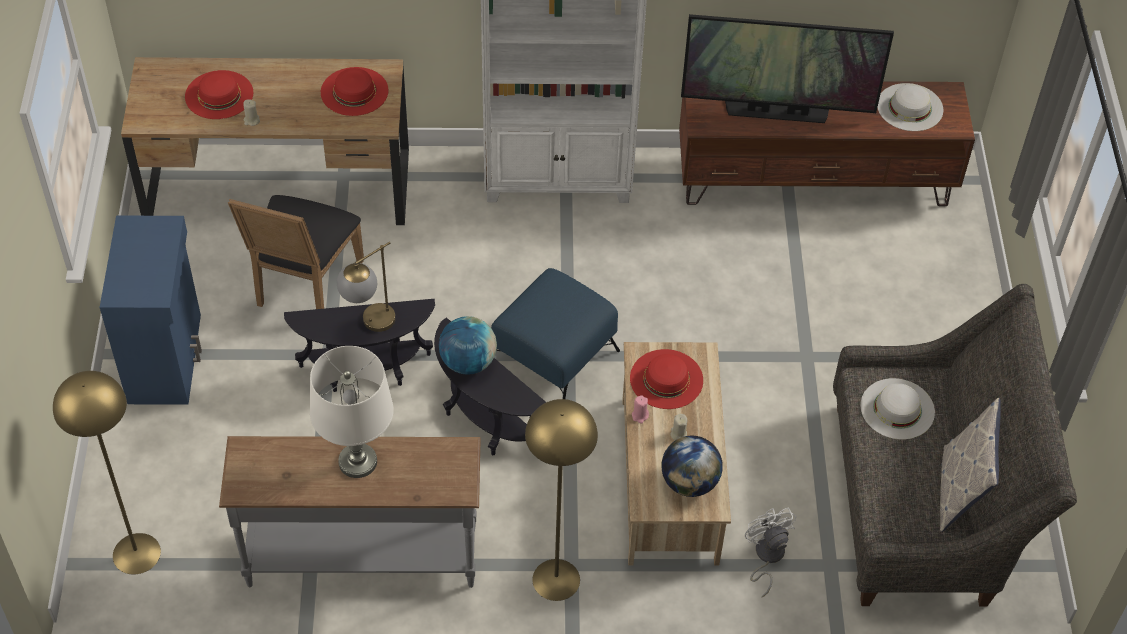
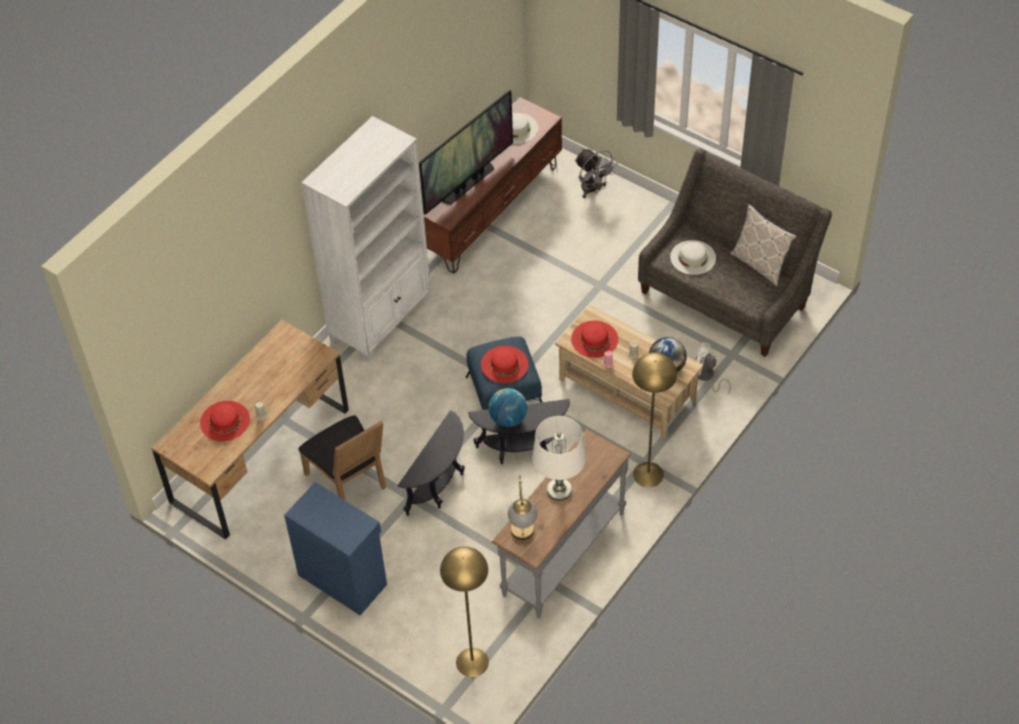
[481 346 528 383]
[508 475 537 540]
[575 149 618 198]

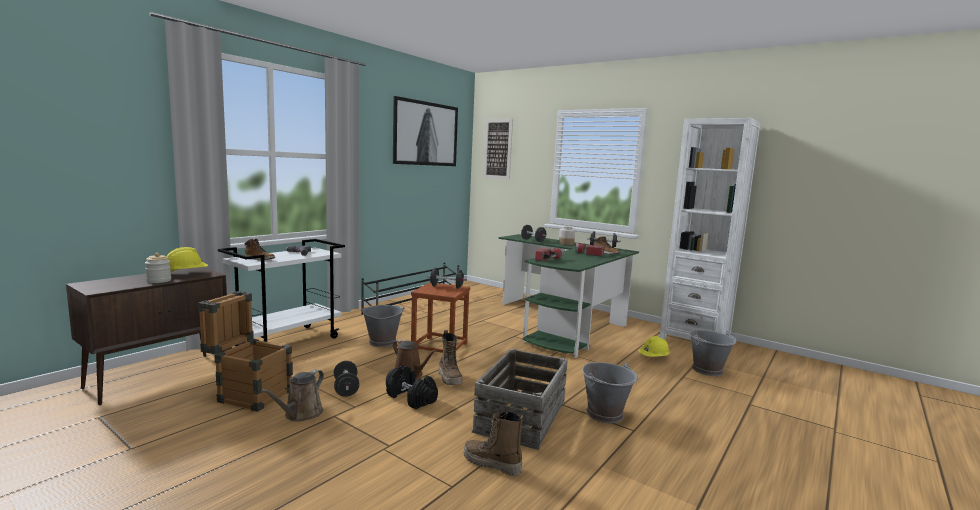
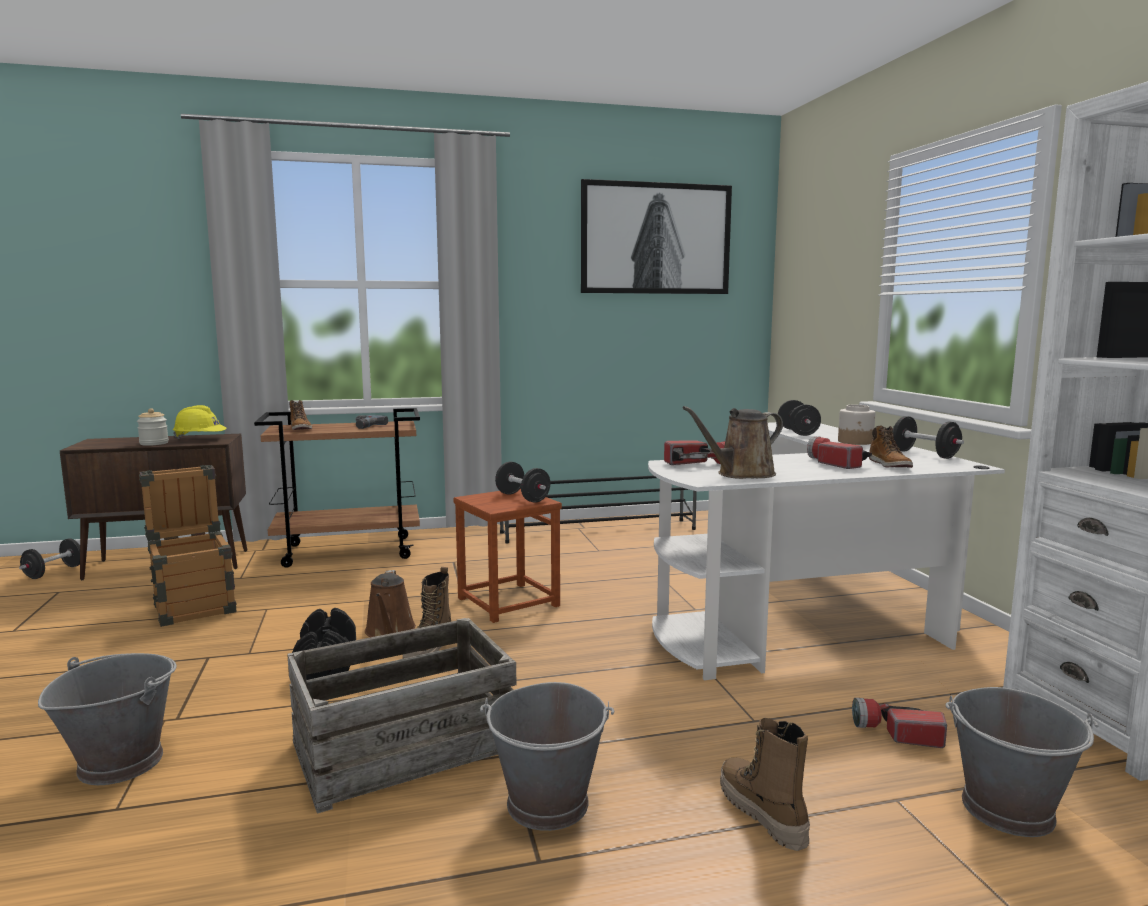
[483 119 513 180] (first image)
[648 422 1005 680]
[254 408 420 568]
[38 653 177 785]
[852 698 947 748]
[19 538 80 579]
[682 406 783 479]
[720 718 810 851]

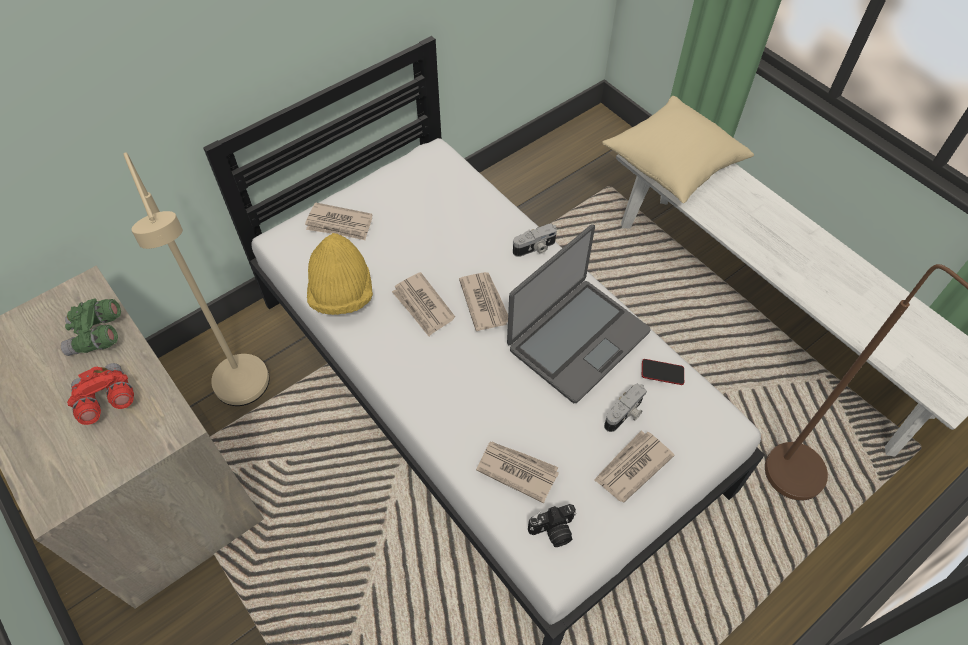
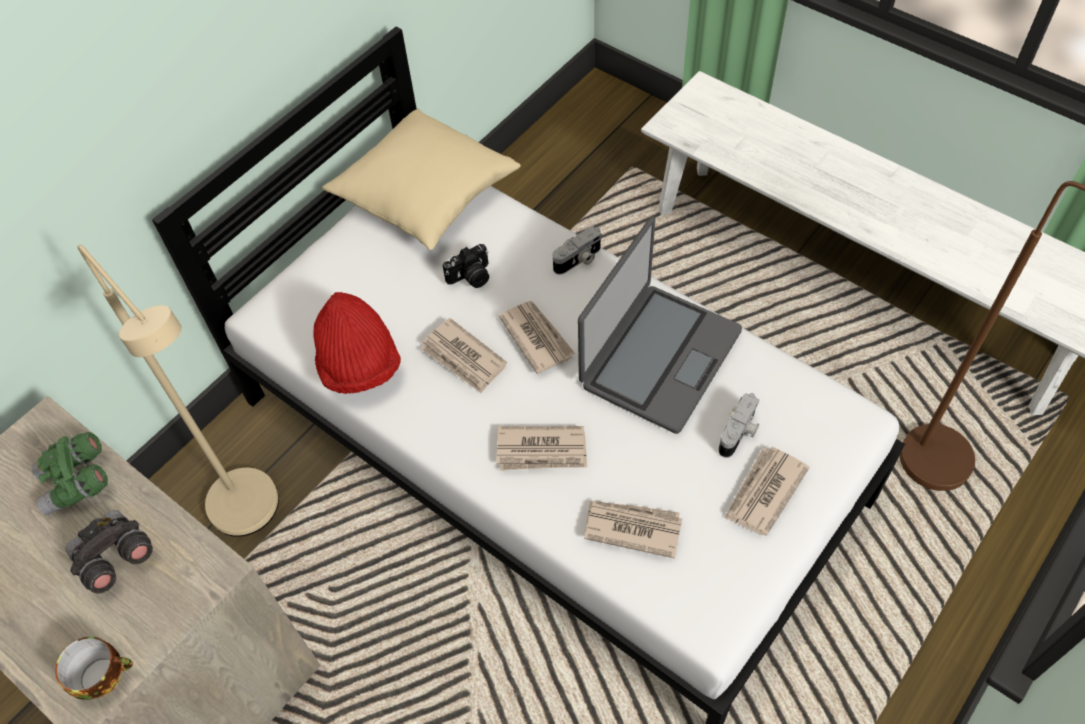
[322 108 521 250]
[497 426 587 471]
[313 292 401 394]
[642 359 684 385] (first image)
[65 510 153 594]
[443 244 489 288]
[55 637 133 700]

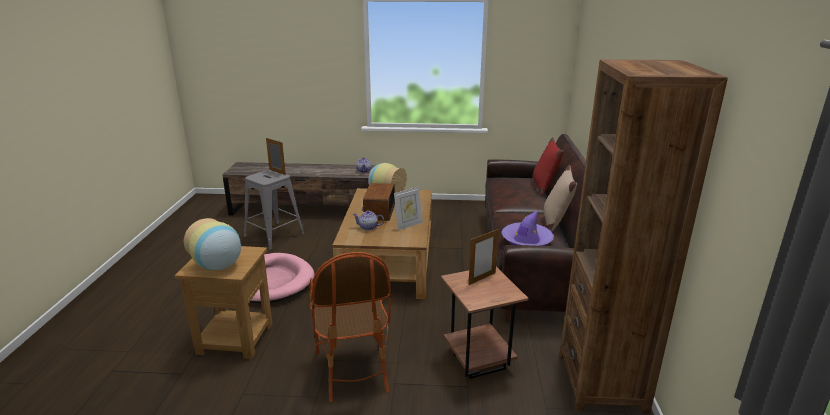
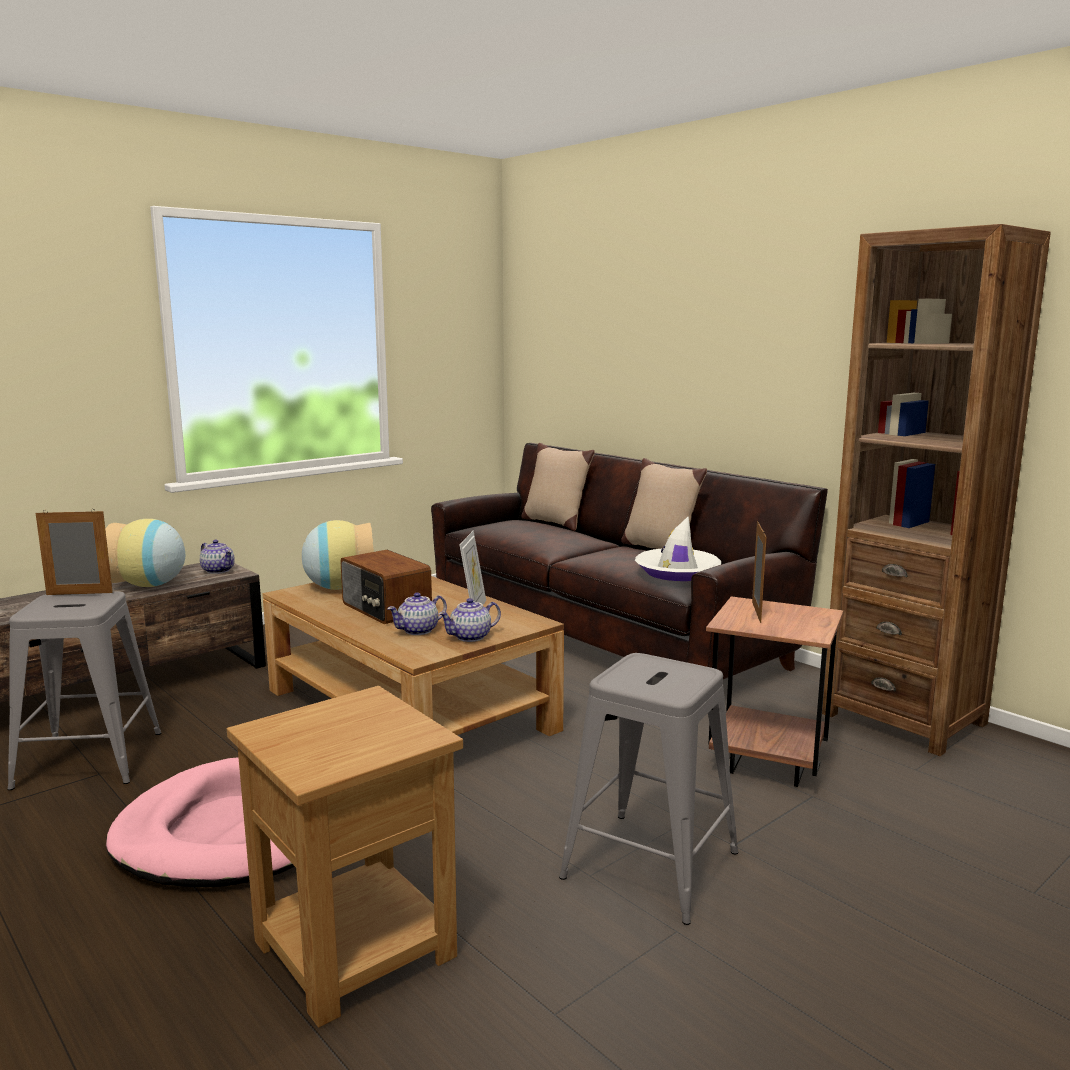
[522 443 595 531]
[635 516 721 581]
[105 519 185 587]
[559 653 738 925]
[439 598 501 642]

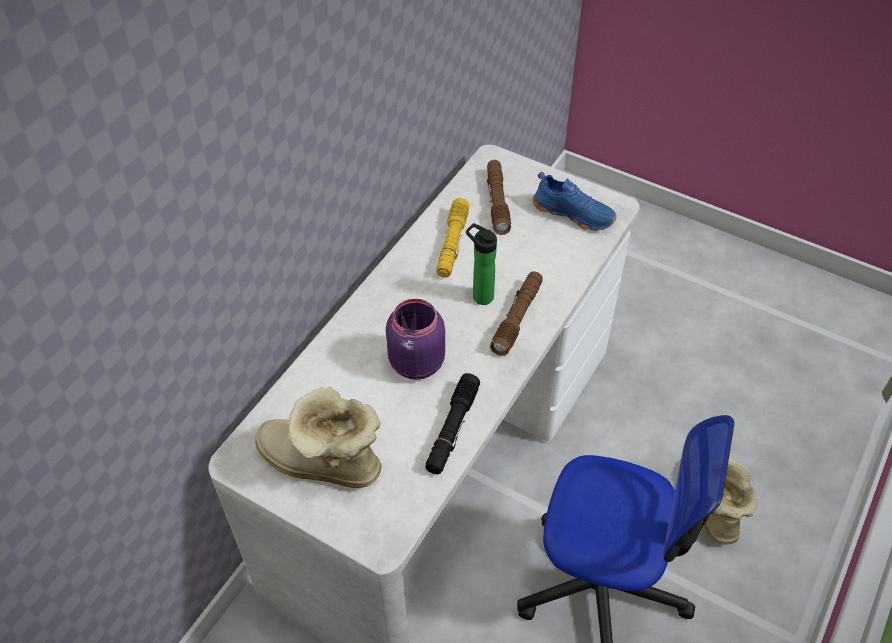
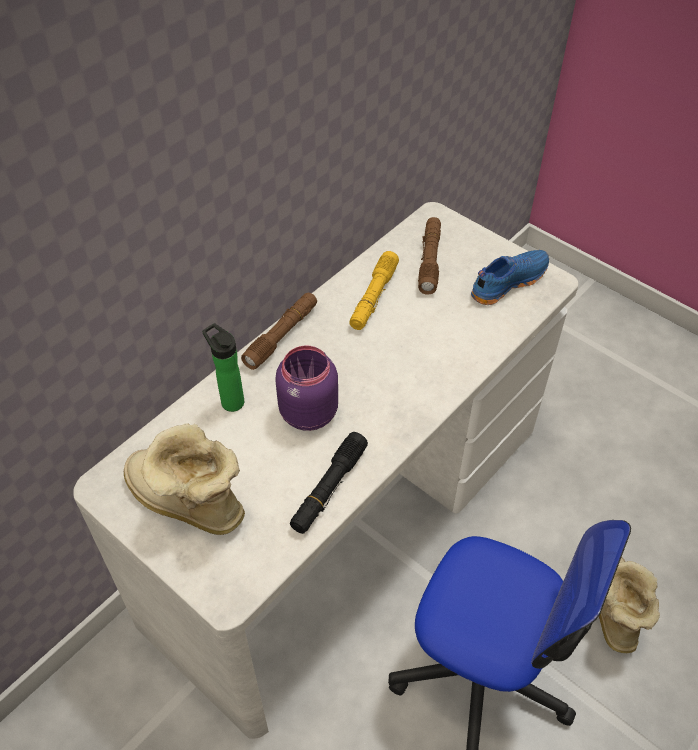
[471 250 549 305]
[202 323 244 412]
[241 292 317 370]

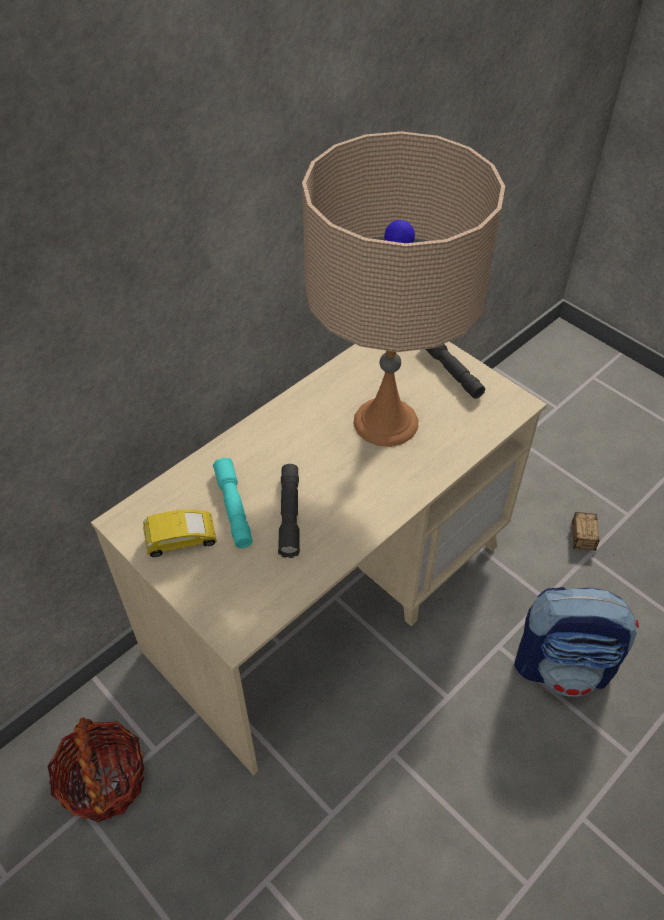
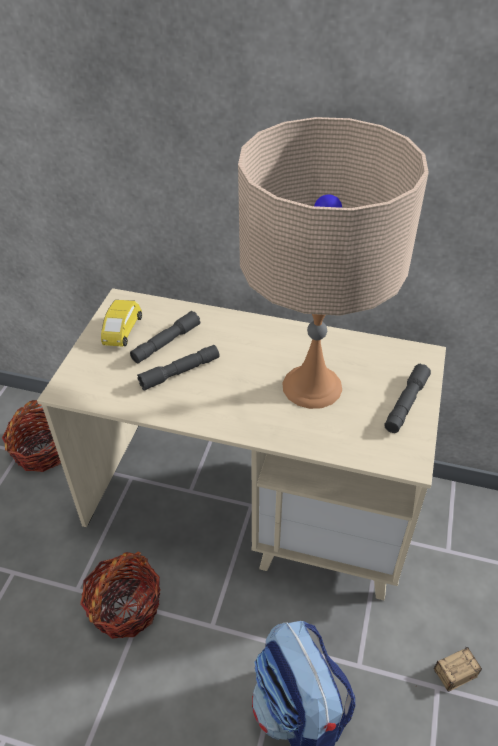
[130 311 201 363]
[101 300 142 346]
[80 552 160 639]

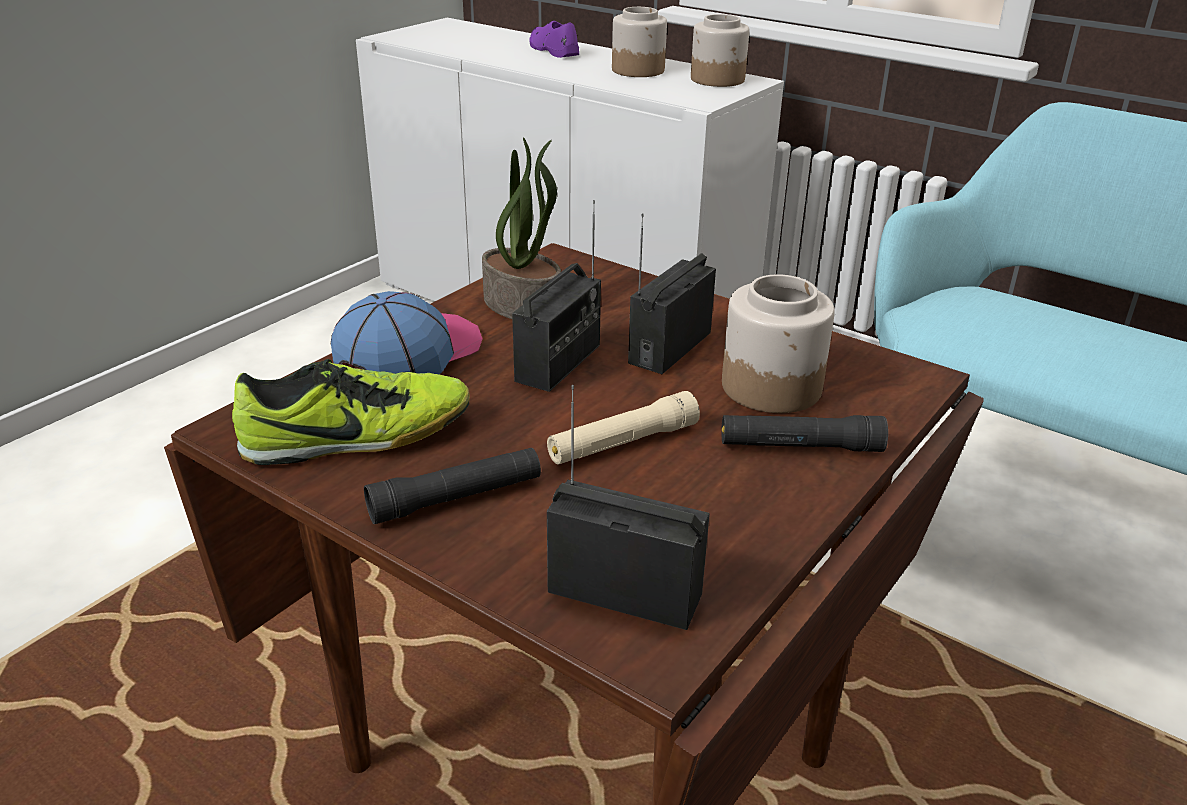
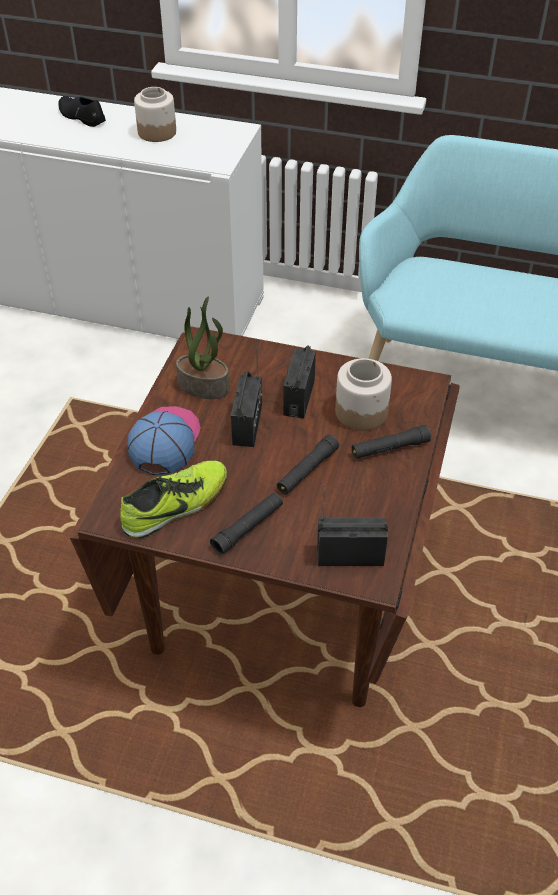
[691 14 749 87] (first image)
[59 96 106 127]
[277 434 339 494]

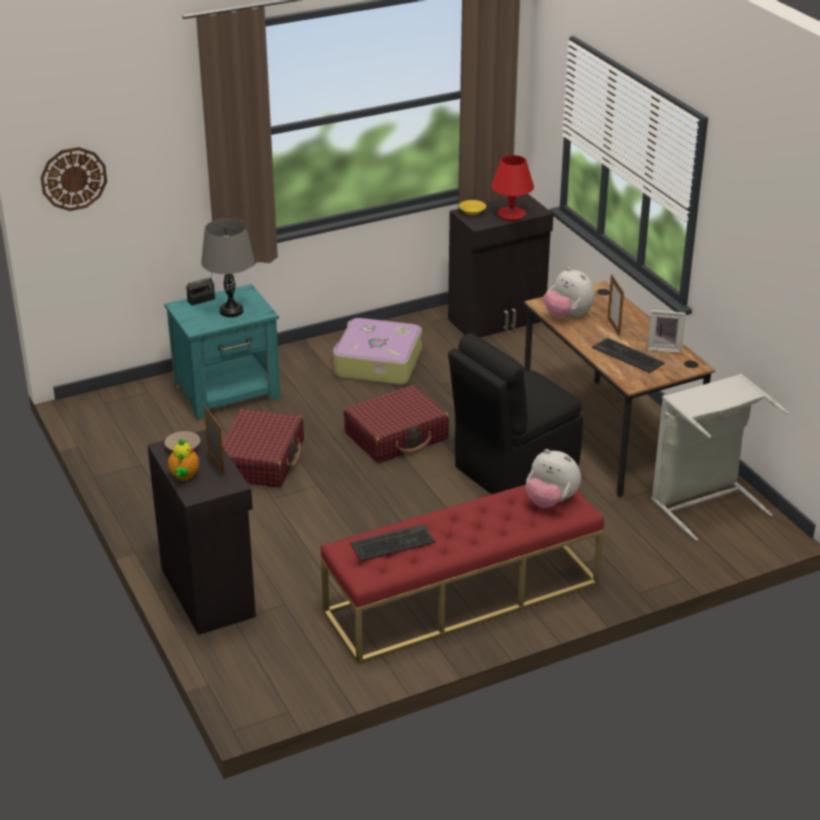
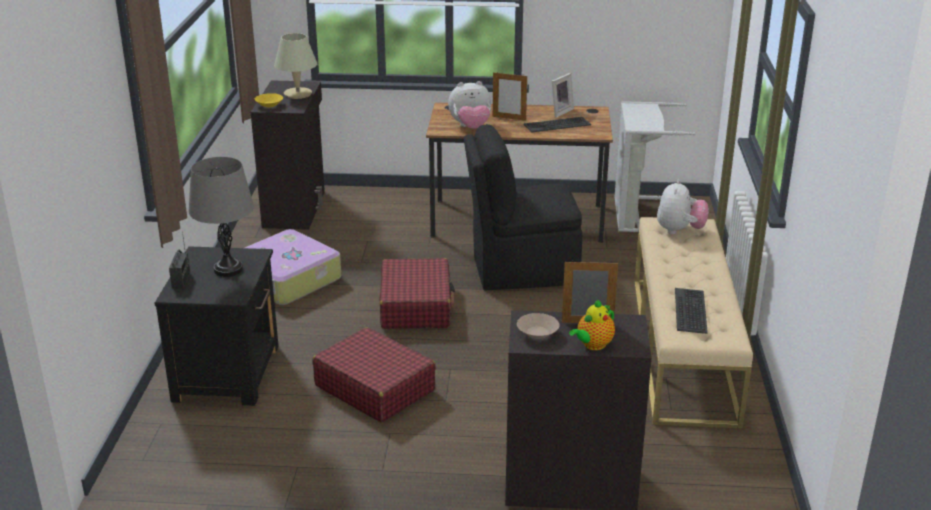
[41 147 107 211] (first image)
[274 33 317 99]
[155 246 279 406]
[464 124 582 290]
[569 300 615 350]
[657 180 709 234]
[634 217 753 429]

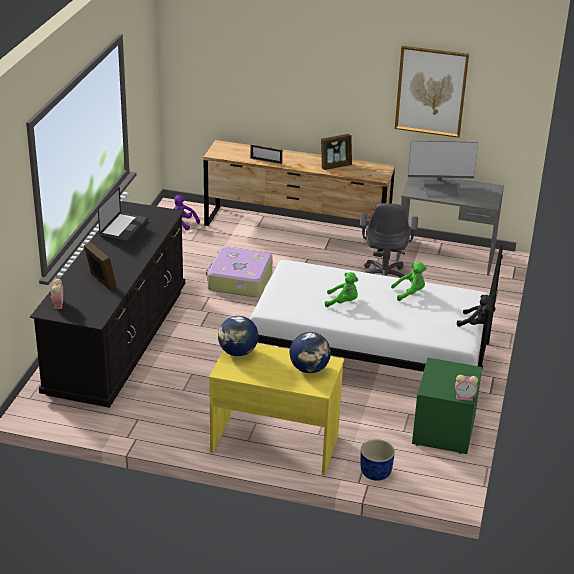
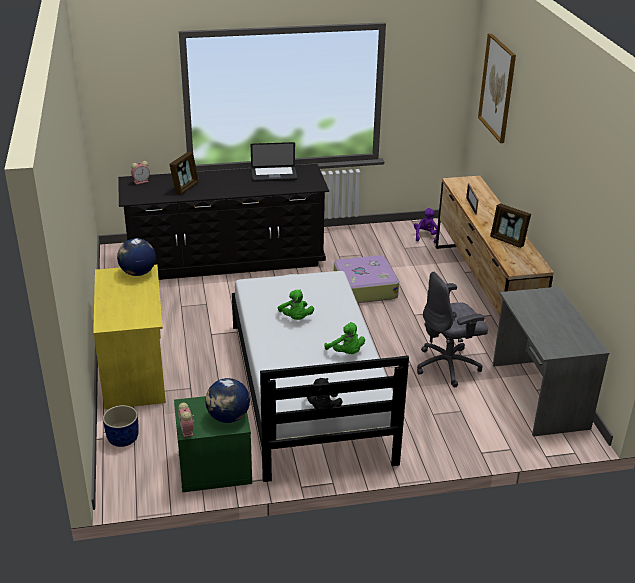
[478 33 516 143]
[408 141 478 196] (first image)
[205 378 250 423]

